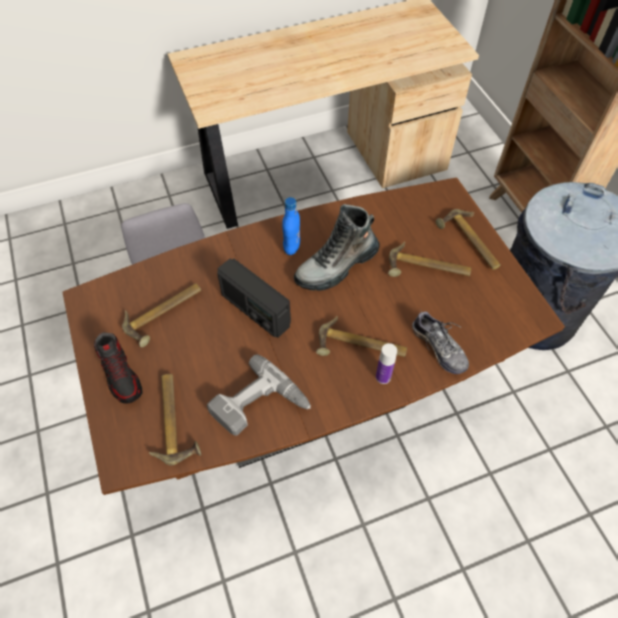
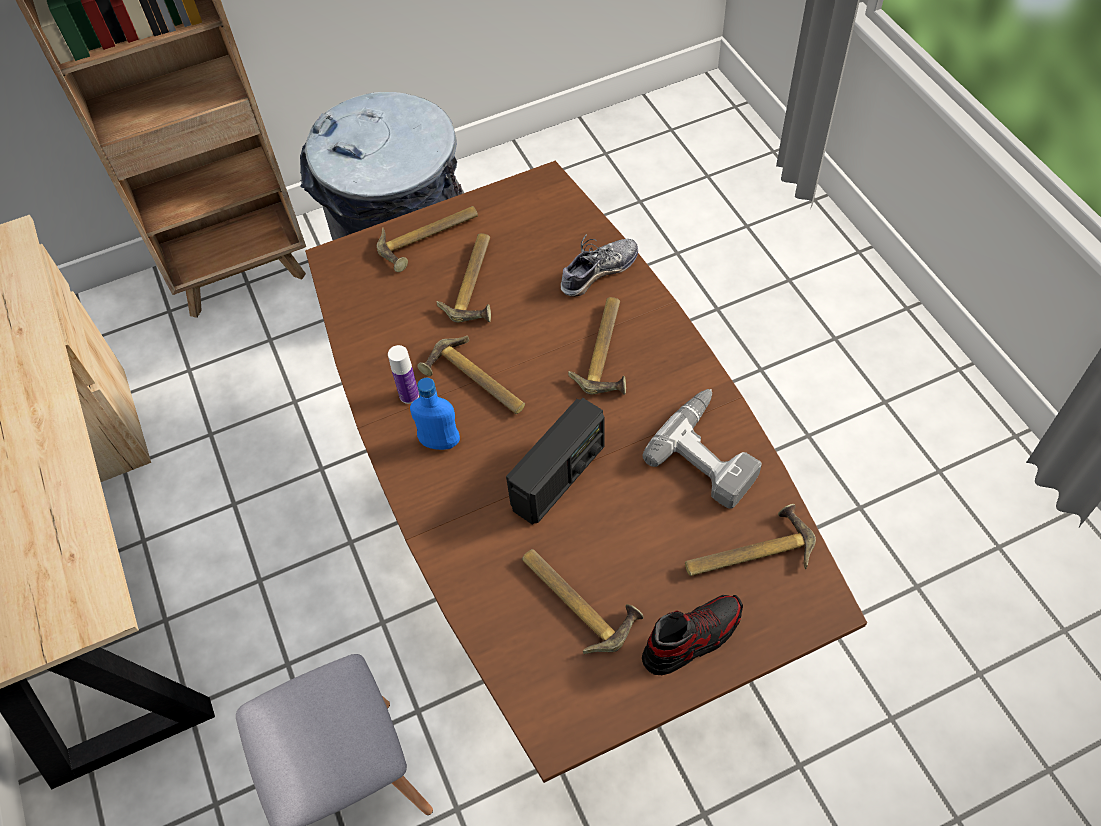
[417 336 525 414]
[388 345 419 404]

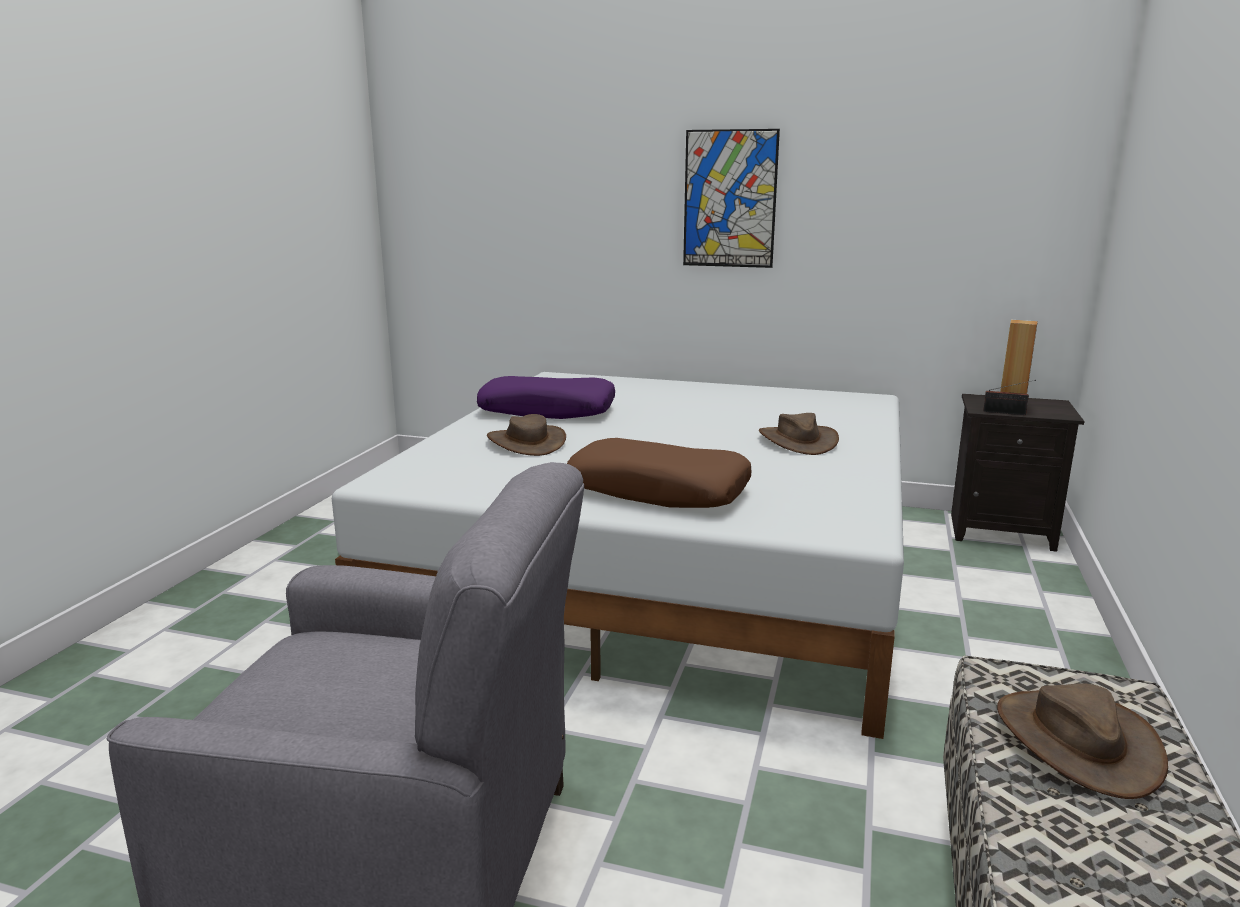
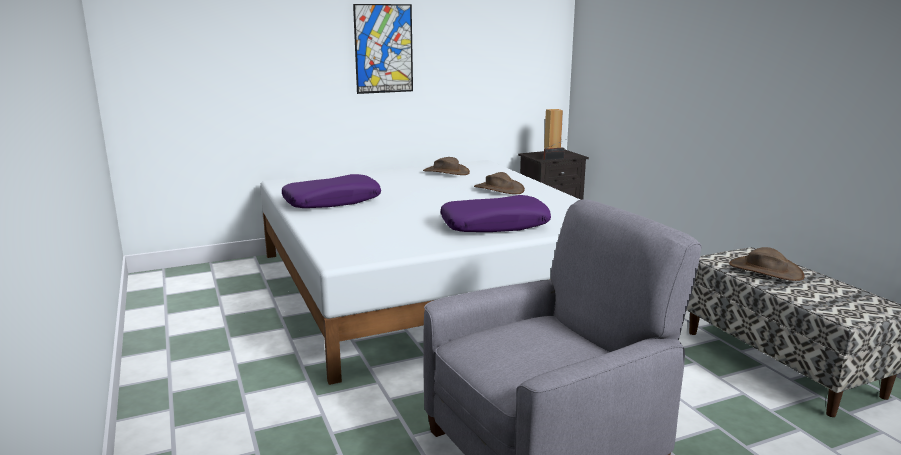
[423 157 470 175]
[440 195 551 232]

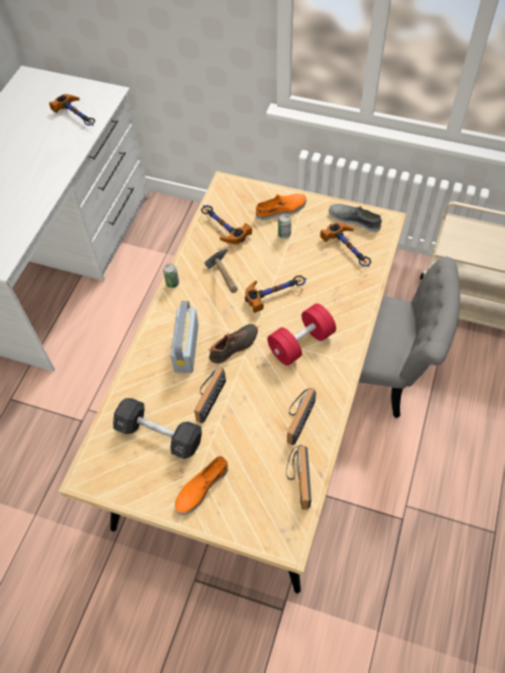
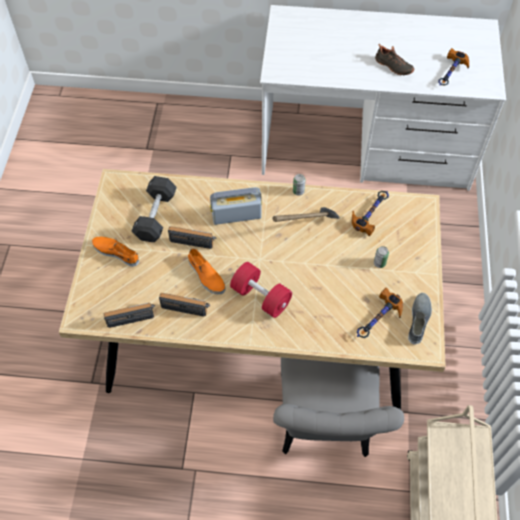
[188 248 226 294]
[245 276 307 313] (first image)
[375 44 414 75]

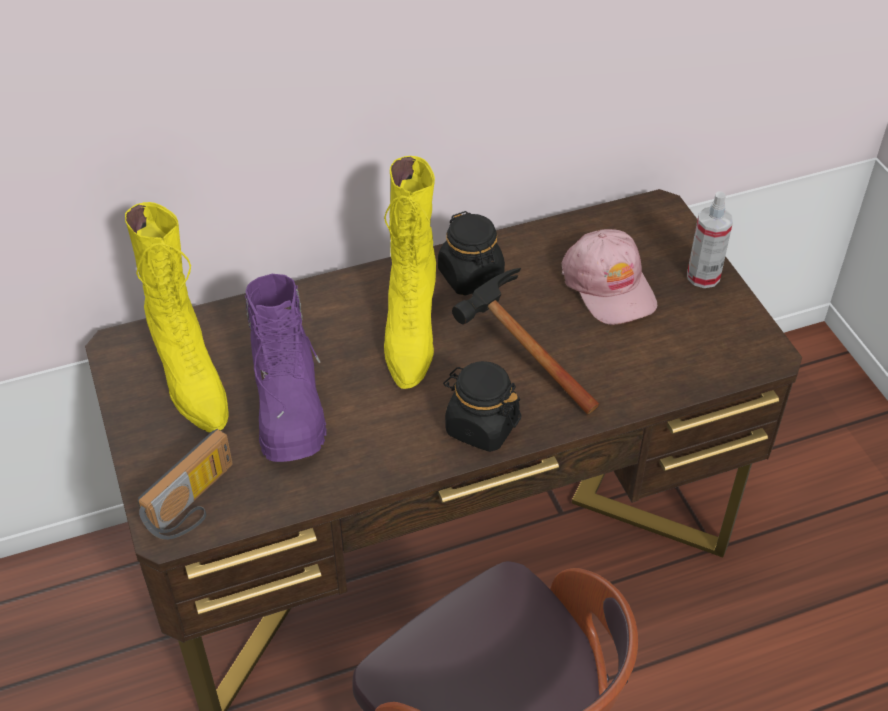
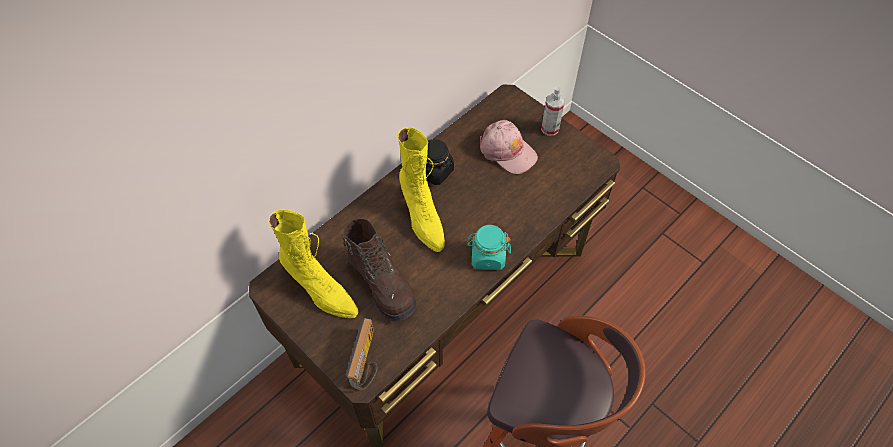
[452 268 599 415] (first image)
[342 218 416 322]
[467 225 511 270]

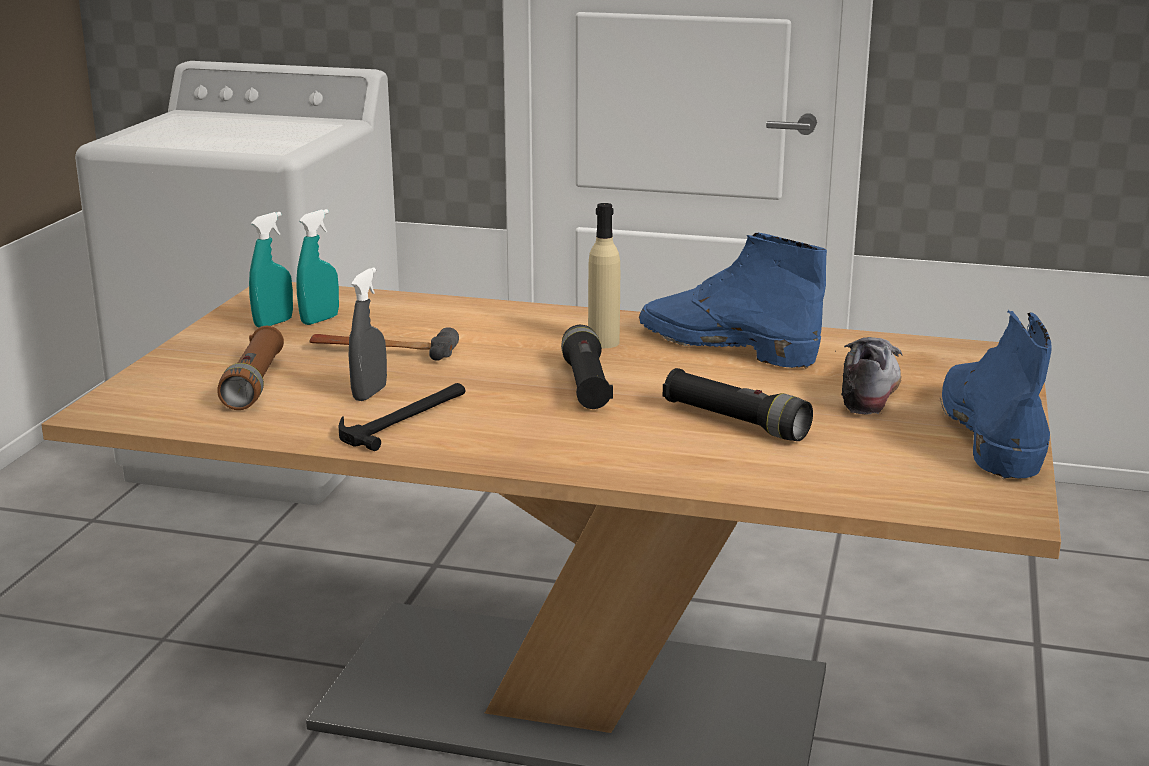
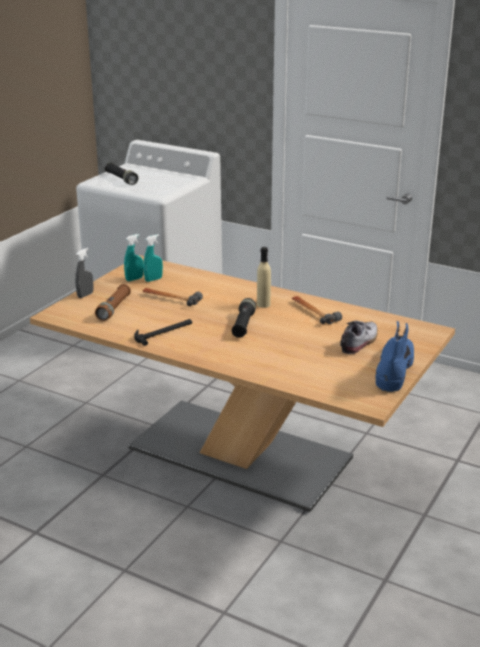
[292 296 342 324]
[75 248 94 298]
[105 162 138 185]

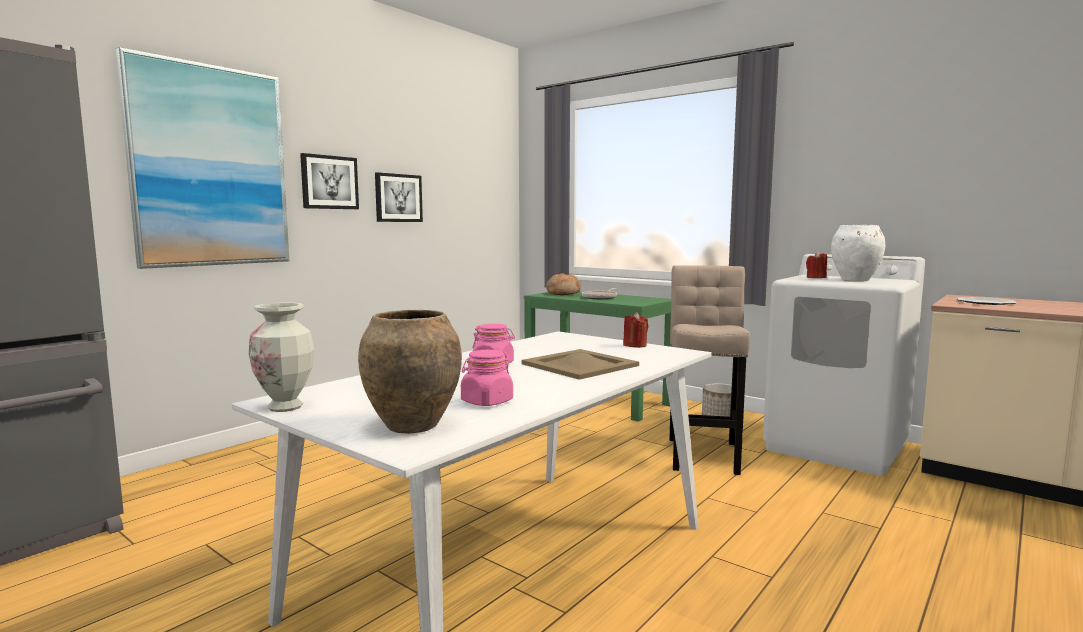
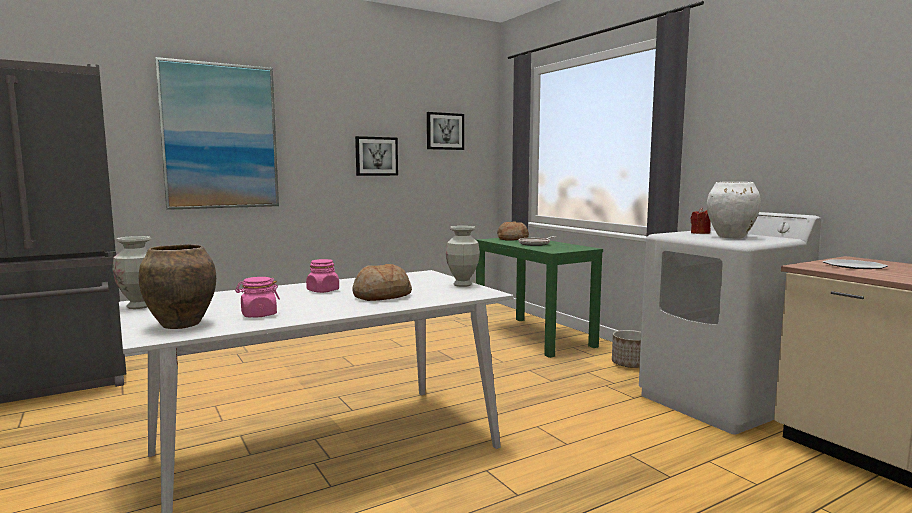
[427 112 464 150]
[669 265 750 475] (first image)
[446 226 480 287]
[352 264 412 301]

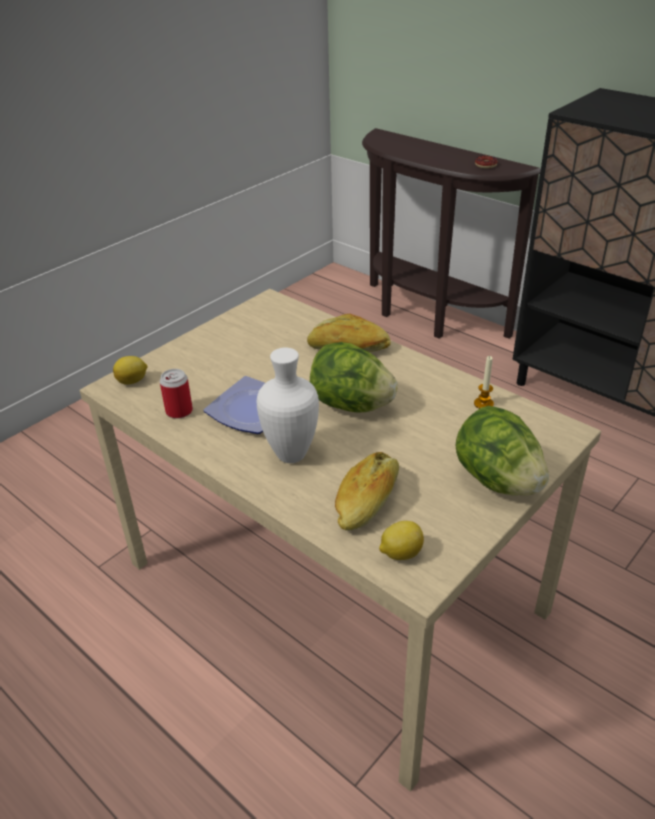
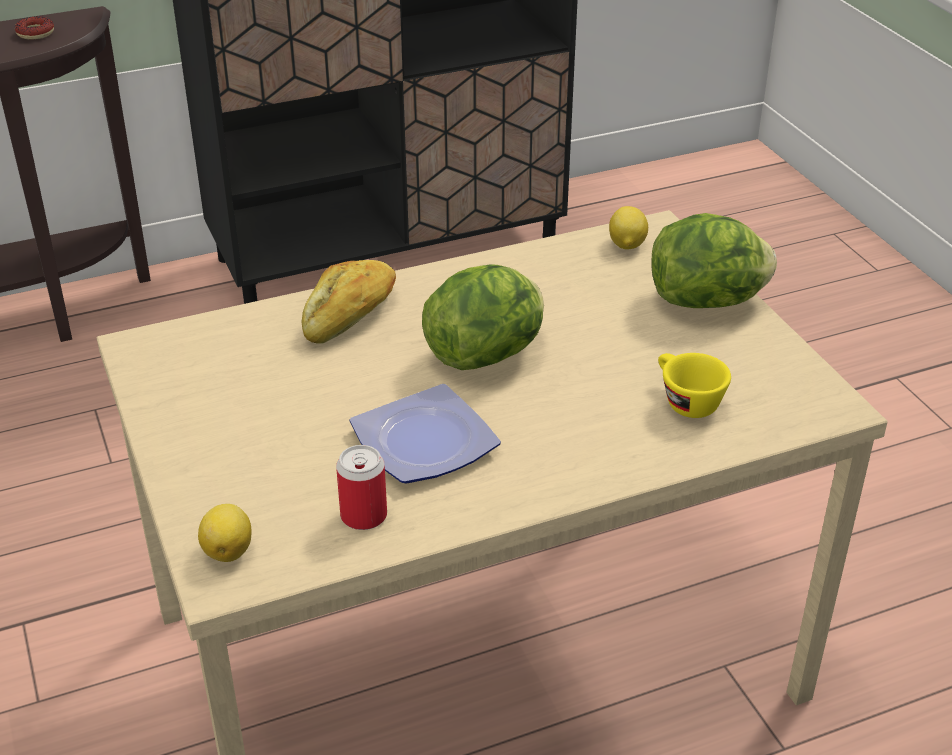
[257 348 319 463] (first image)
[474 356 494 409] (first image)
[658 353 731 418]
[609 206 648 249]

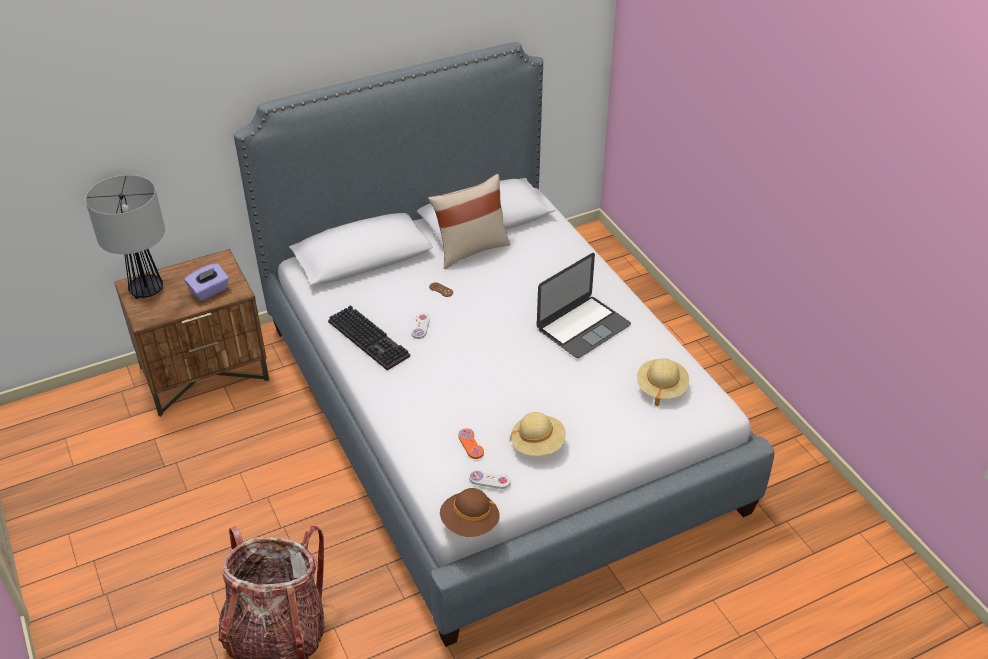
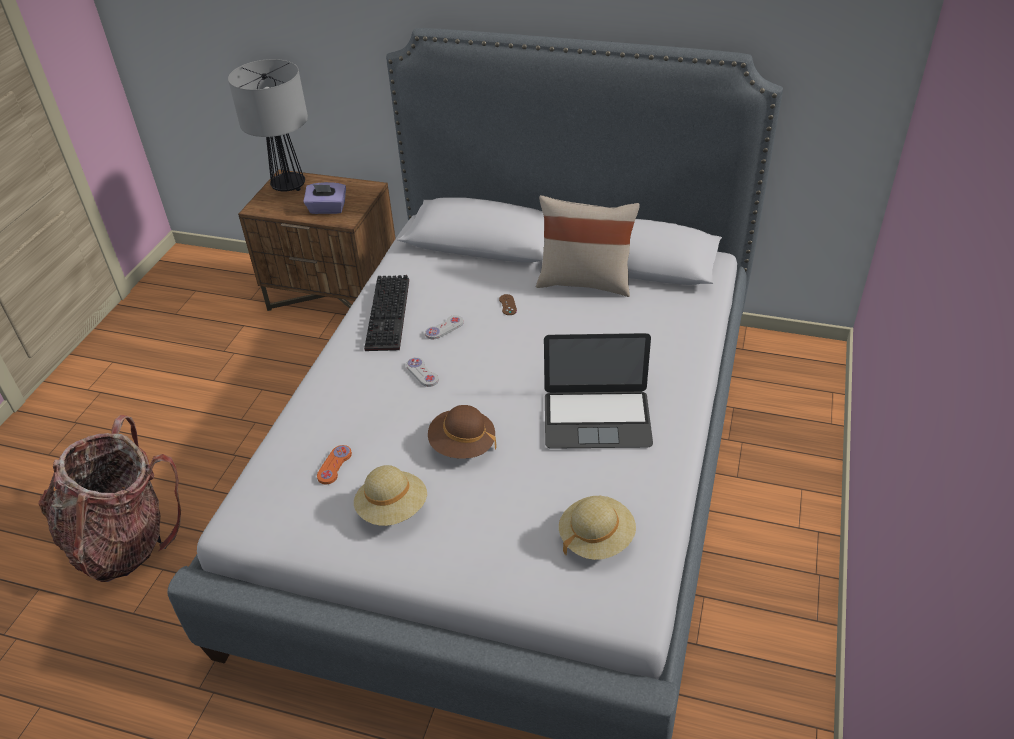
[406 357 439 387]
[428 405 496 459]

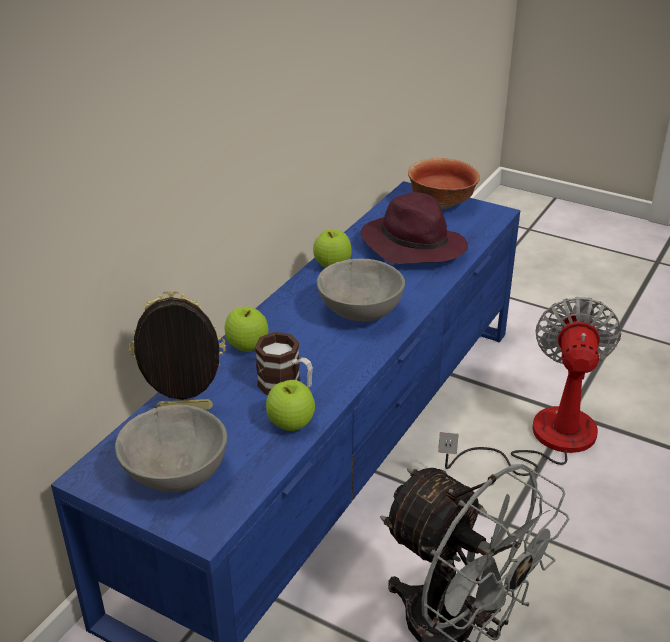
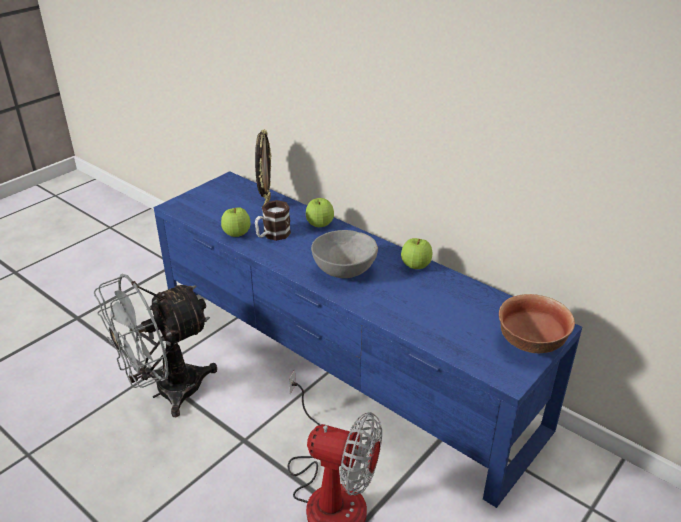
[361 192 468 264] (first image)
[115 405 227 492] (first image)

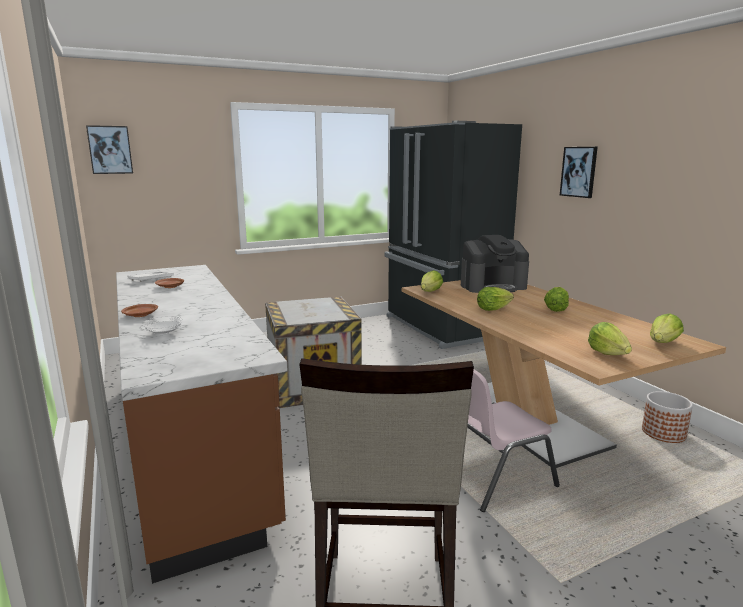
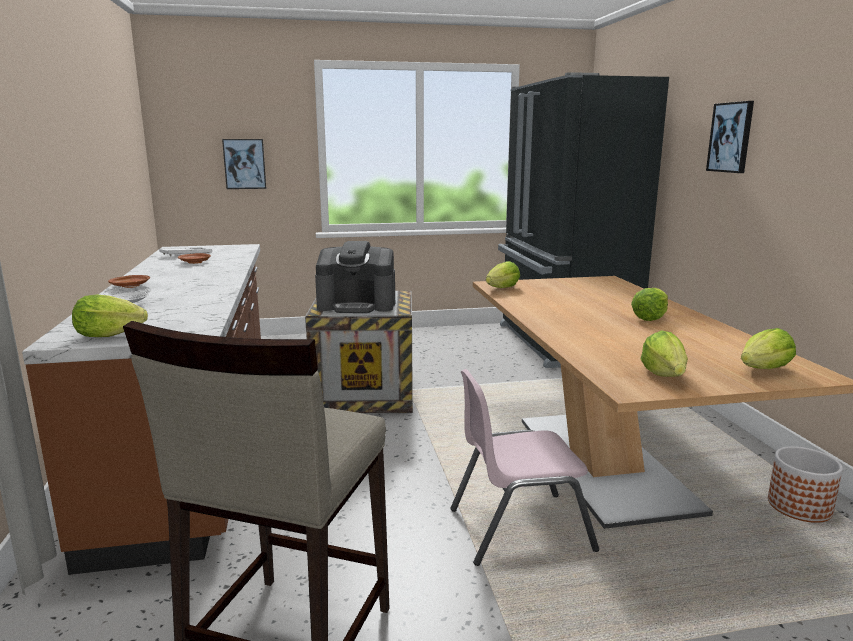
[222 139 266 189]
[315 241 395 313]
[72 295 148 337]

